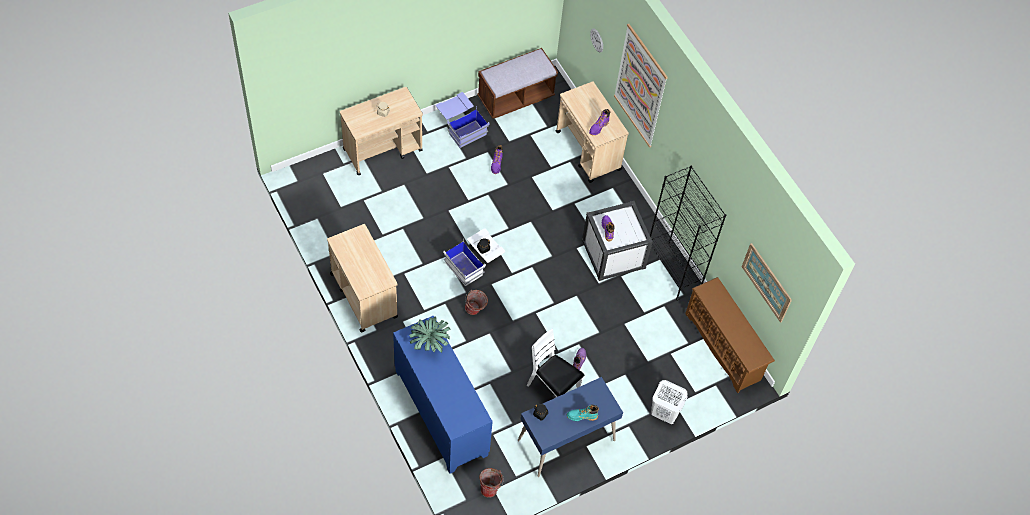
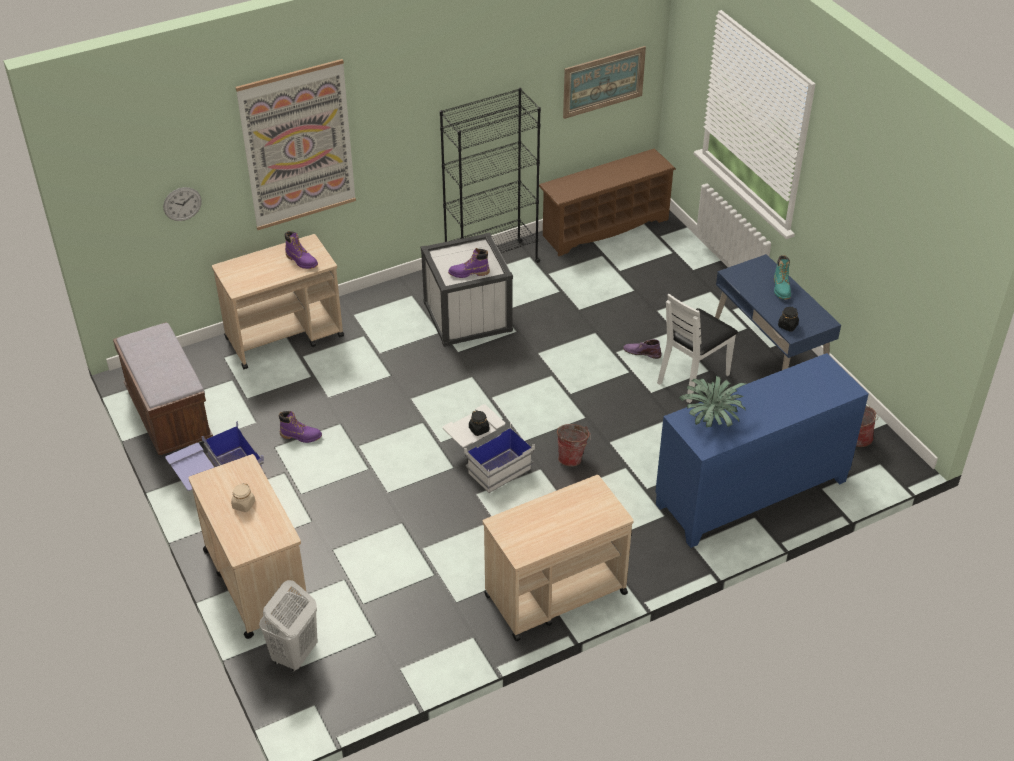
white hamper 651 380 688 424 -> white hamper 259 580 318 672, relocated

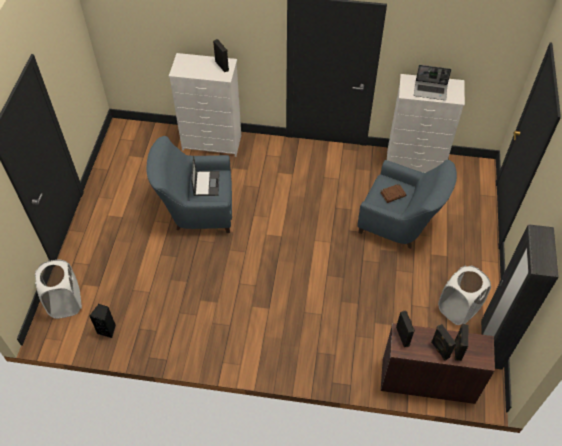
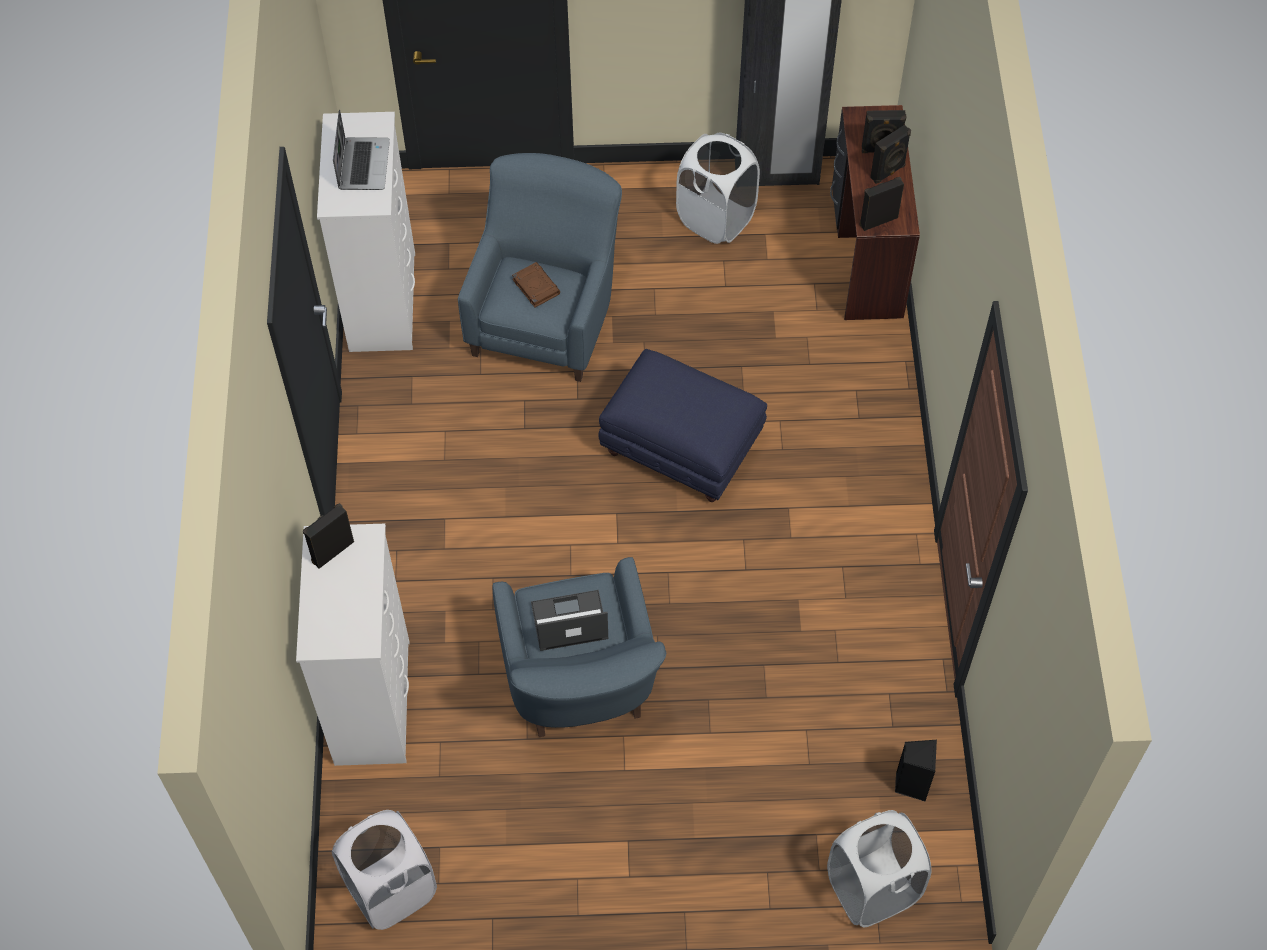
none -> white hamper 332 810 437 930
none -> blue-coloured footrest 599 349 767 502

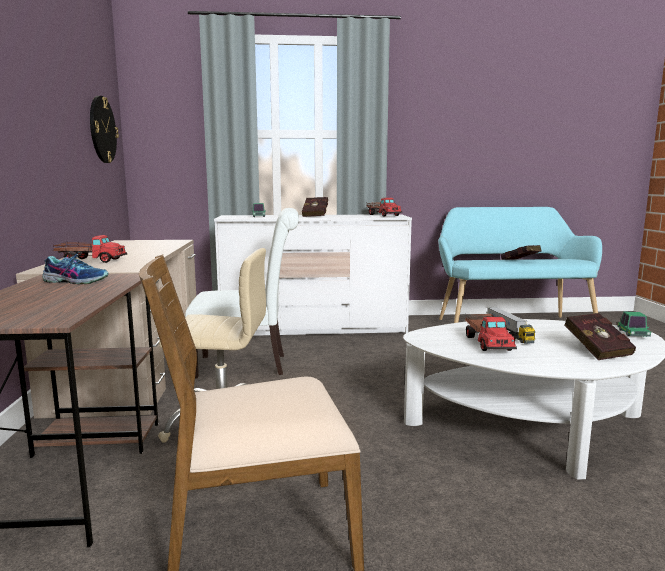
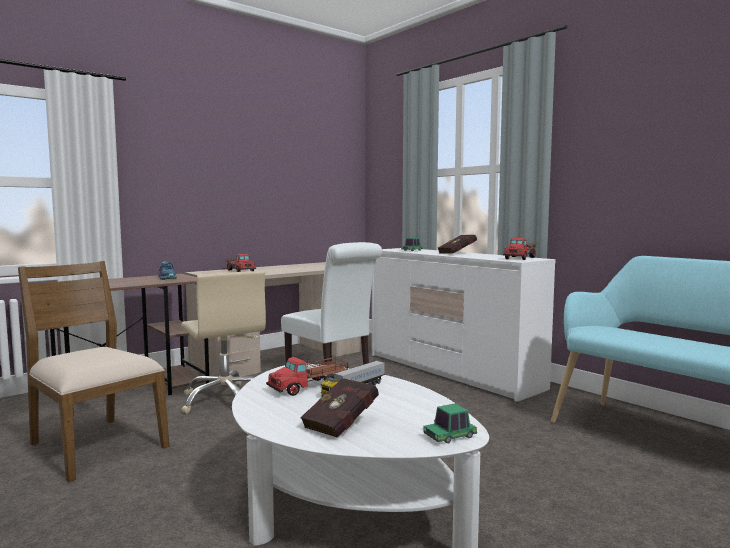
wall clock 90 96 119 163 -> none
red-coloured bound book 501 245 541 260 -> none

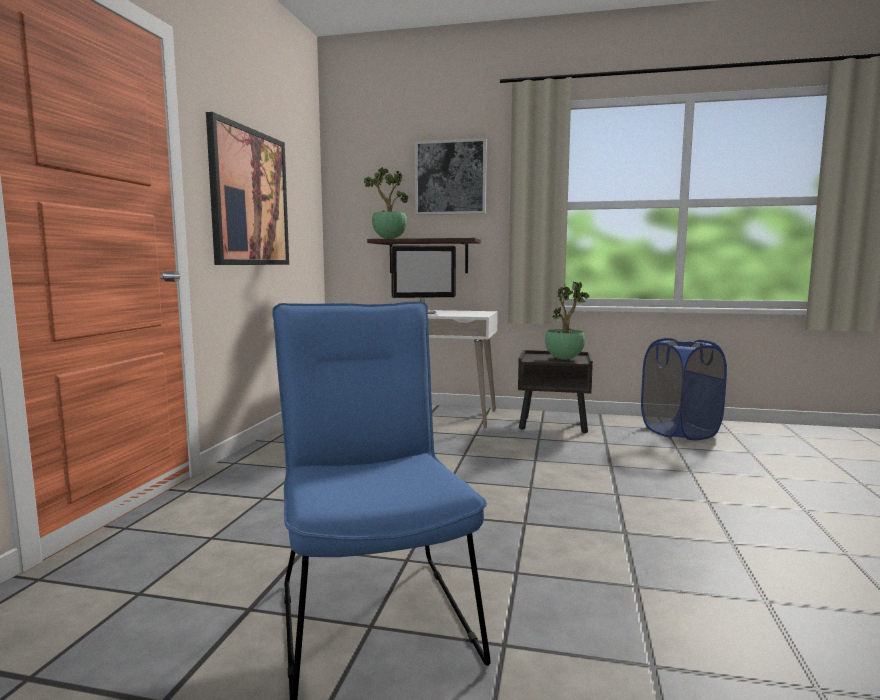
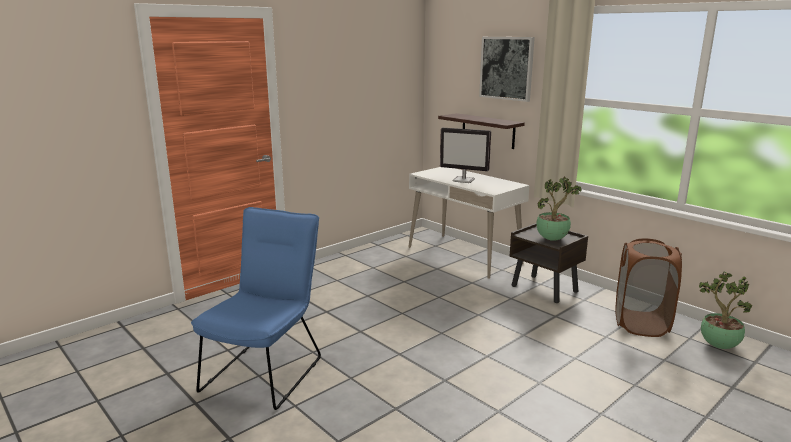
wall art 206 112 289 265 -> none
plant in a pot 364 167 409 239 -> plant in a pot 699 271 753 349, relocated
blue-coloured hamper 641 338 727 440 -> brown hamper 615 238 682 337

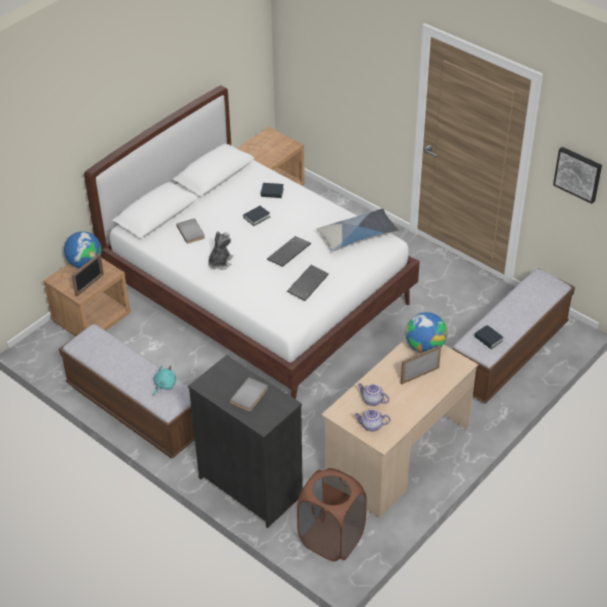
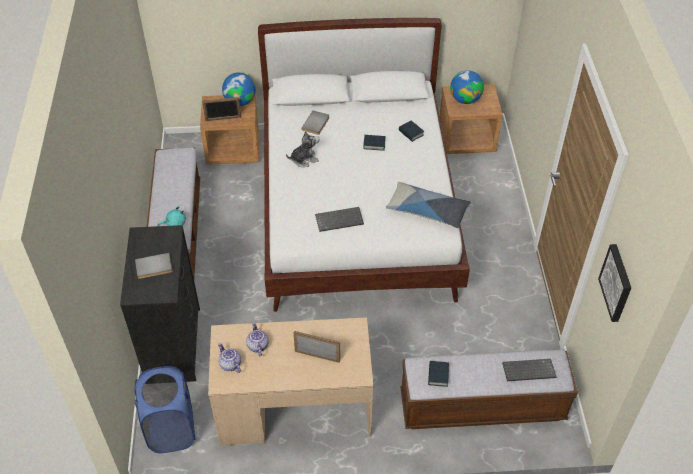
PC keyboard 267 236 311 267 -> PC keyboard 502 359 556 381, relocated
world globe 405 312 447 353 -> world globe 450 70 484 104, relocated
brown hamper 297 468 367 561 -> blue-coloured hamper 134 366 195 453

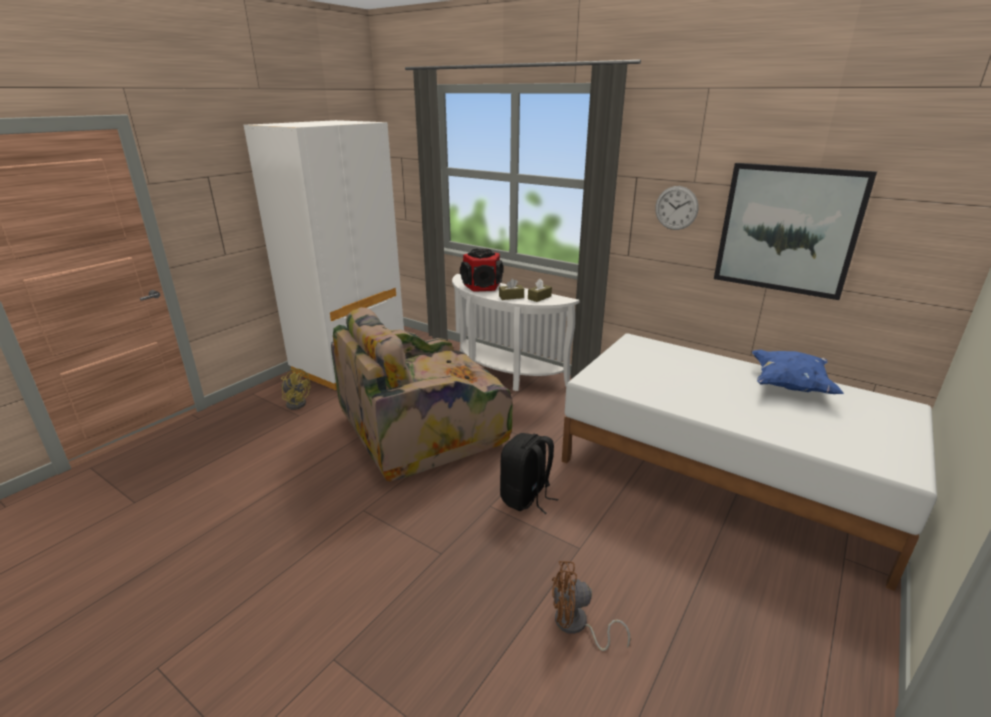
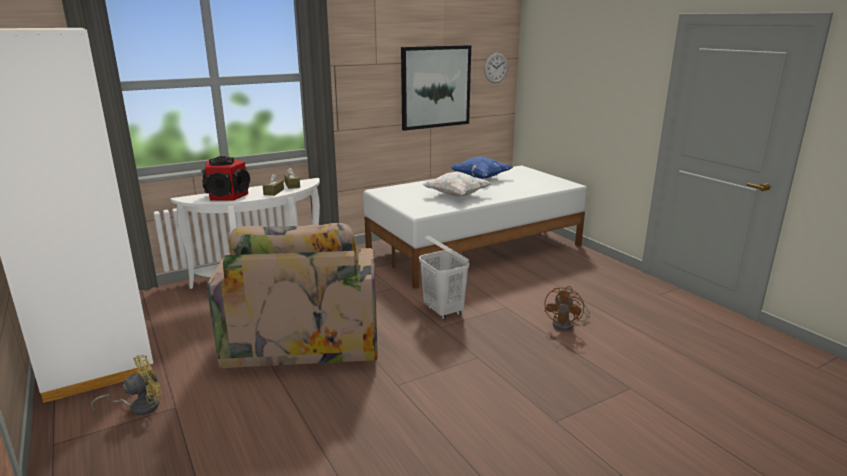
none -> white pillow 422 172 493 196
wall clock 655 186 699 230 -> wall clock 484 53 508 83, relocated
black-coloured rucksack 500 433 558 514 -> white hamper 419 235 469 320

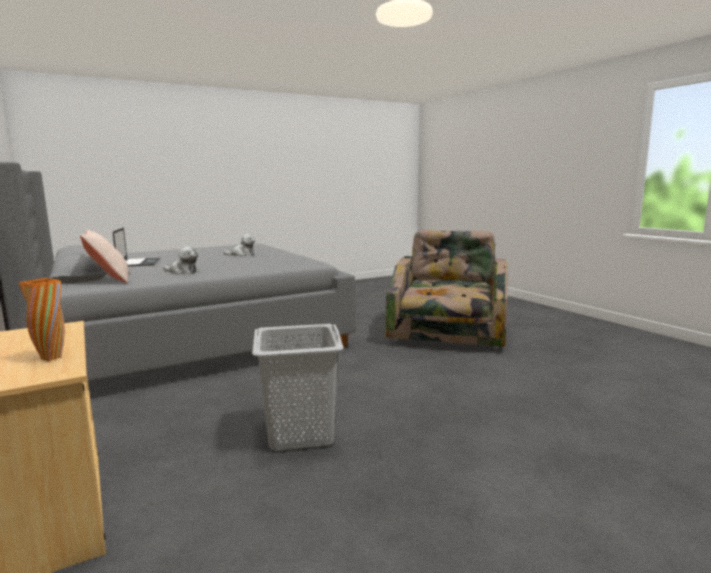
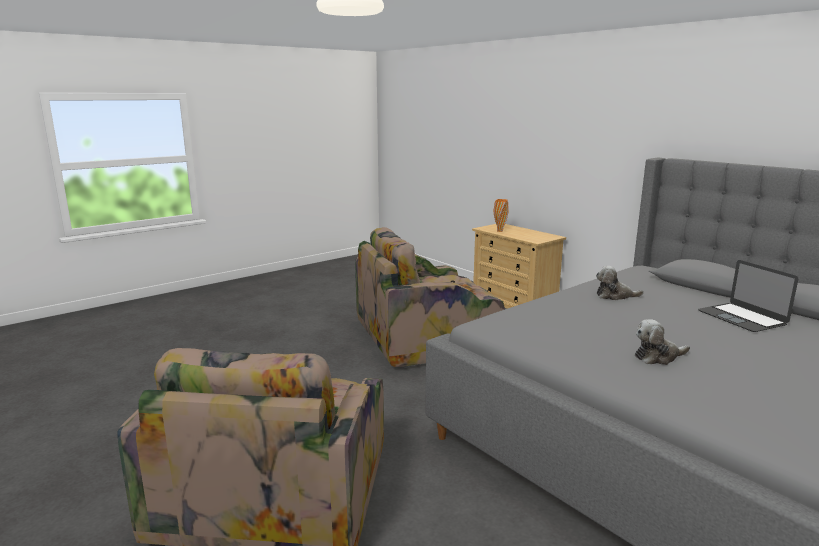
beige pillow 80 230 129 283 -> none
greyish hamper 252 324 344 451 -> lounge chair 355 227 505 368

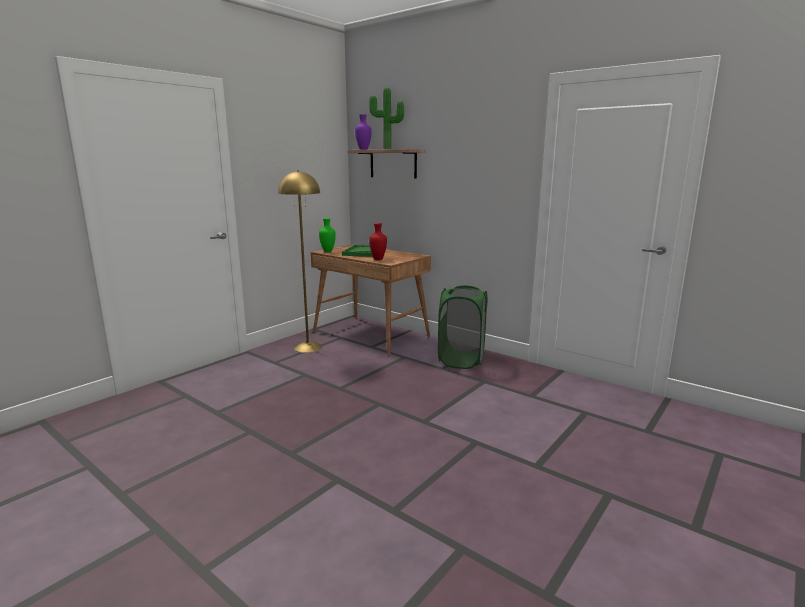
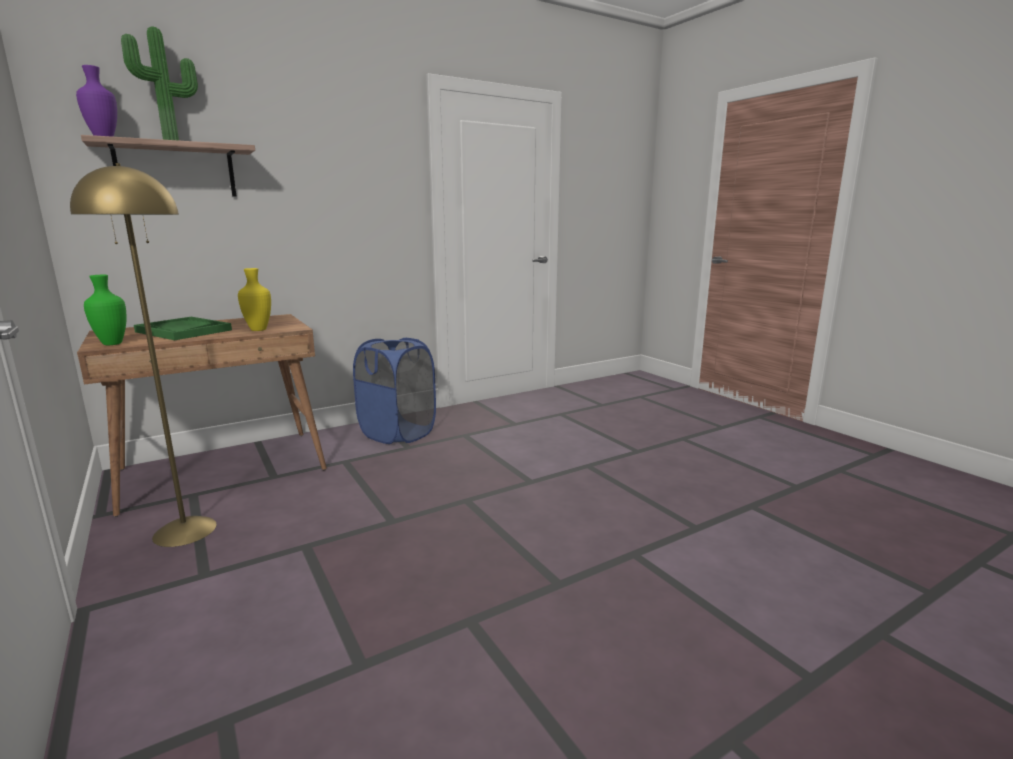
red-coloured decorative vase 369 223 387 260 -> yellow-coloured decorative vase 238 268 271 331
green-coloured hamper 438 286 488 369 -> blue-coloured hamper 353 338 436 444

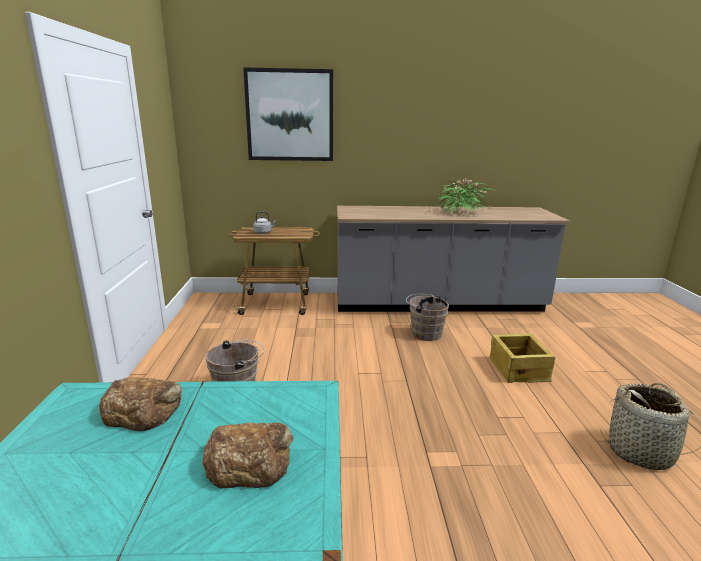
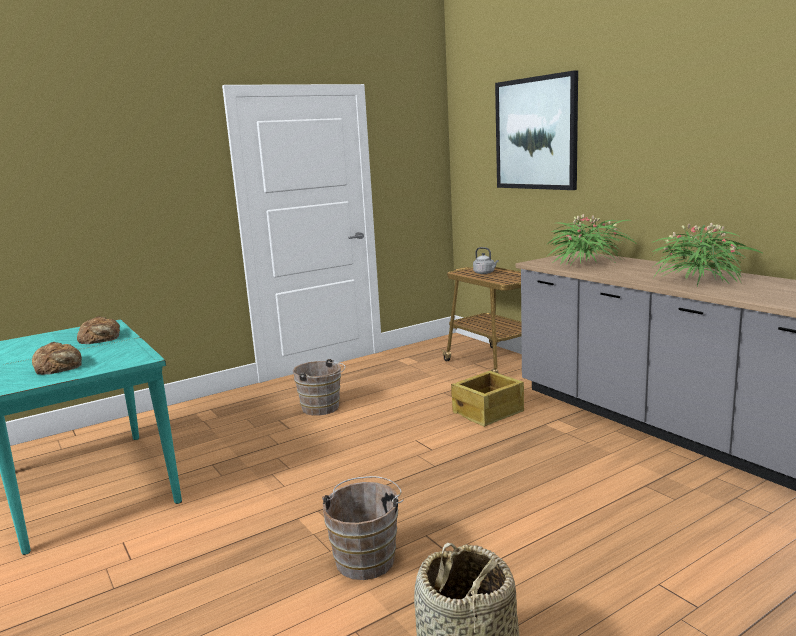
none -> plant in a pot 547 214 638 265
brown pail 406 294 449 341 -> brown pail 322 476 404 580, relocated
shipping crate 490 334 555 383 -> shipping crate 451 371 524 427, relocated

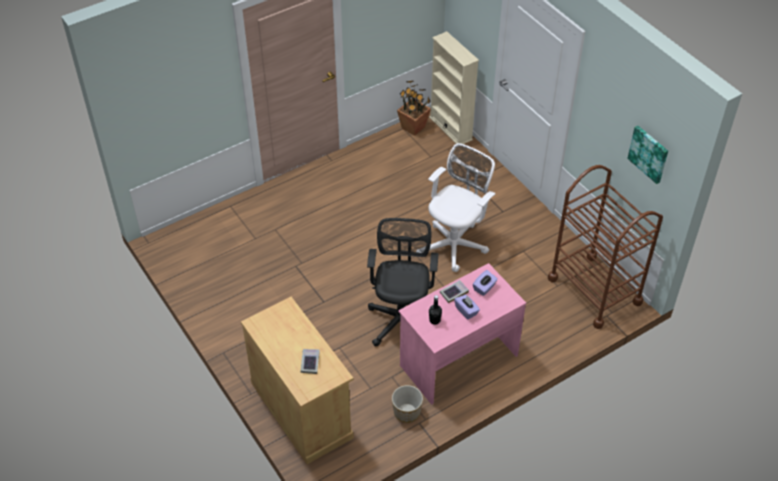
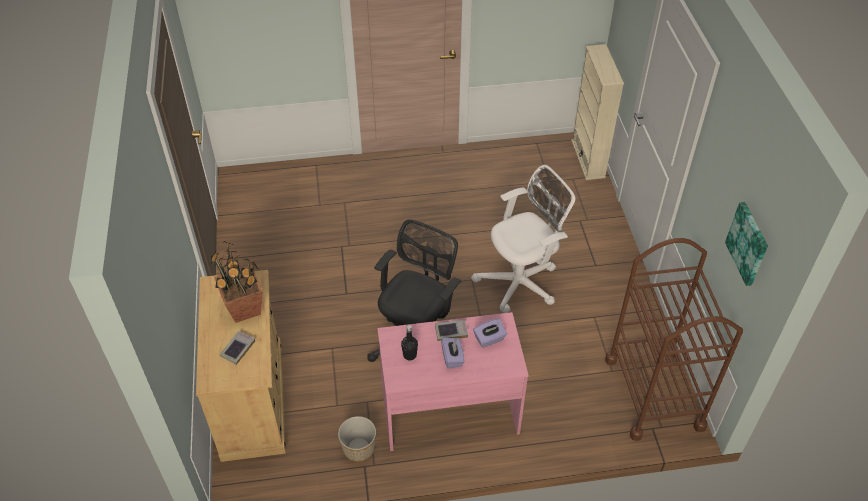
plant in a pot 397 81 431 136 -> plant in a pot 210 241 263 323, relocated

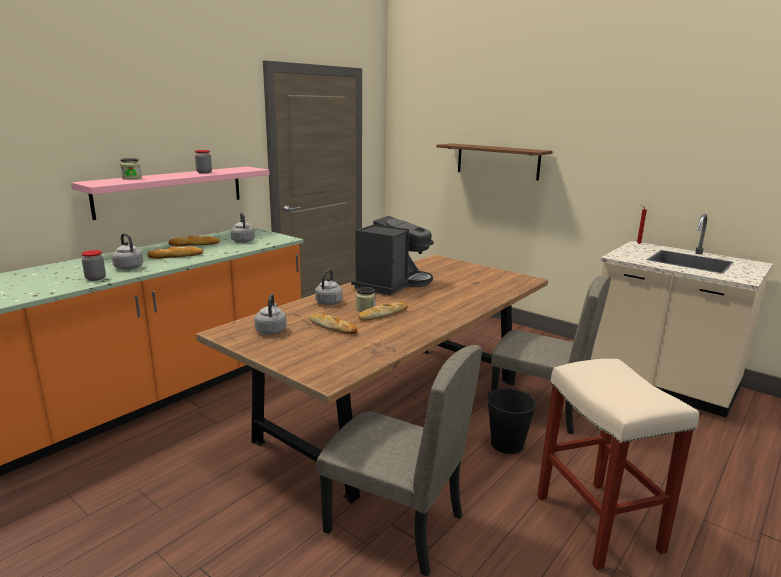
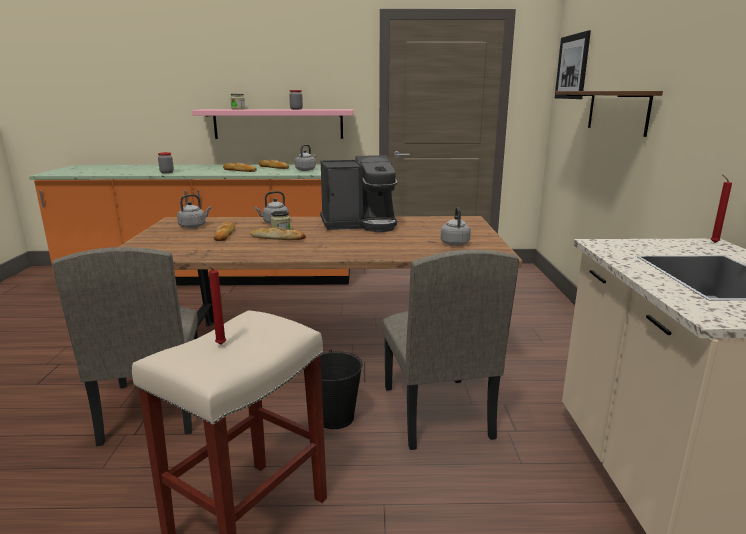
none -> red-coloured wax light 203 263 226 345
none -> wall art 555 30 591 99
greyish kettle 112 233 143 270 -> greyish kettle 441 207 471 246, relocated

